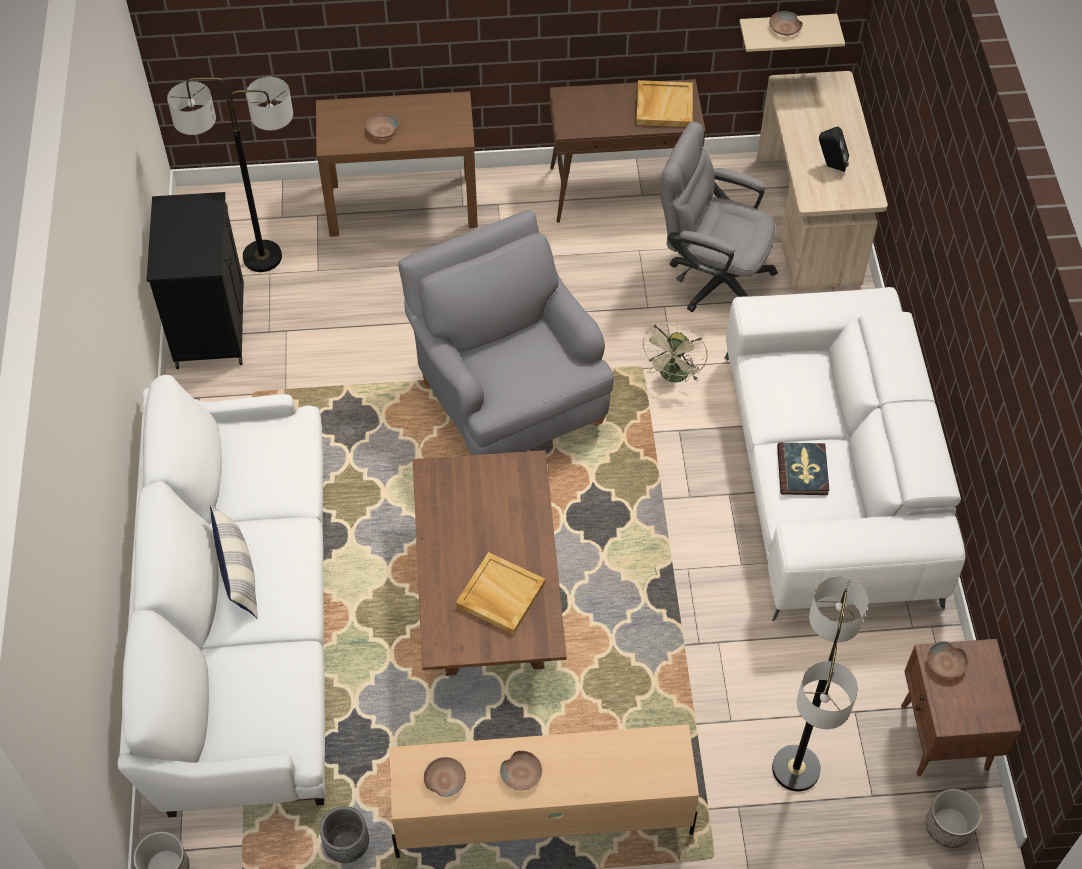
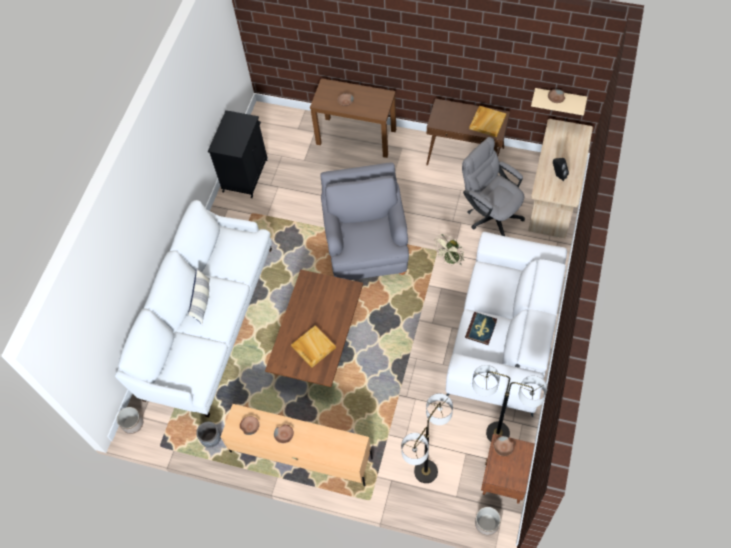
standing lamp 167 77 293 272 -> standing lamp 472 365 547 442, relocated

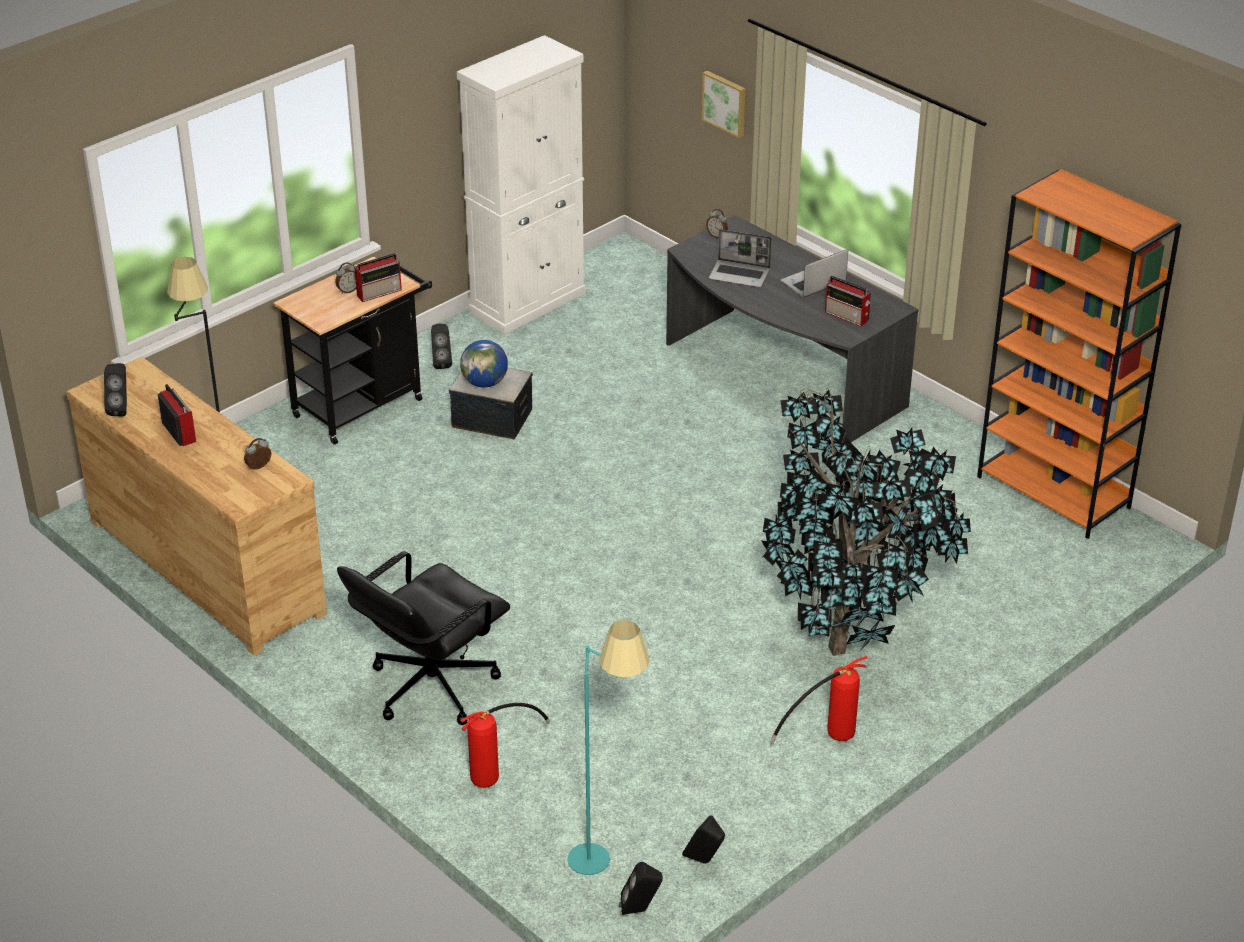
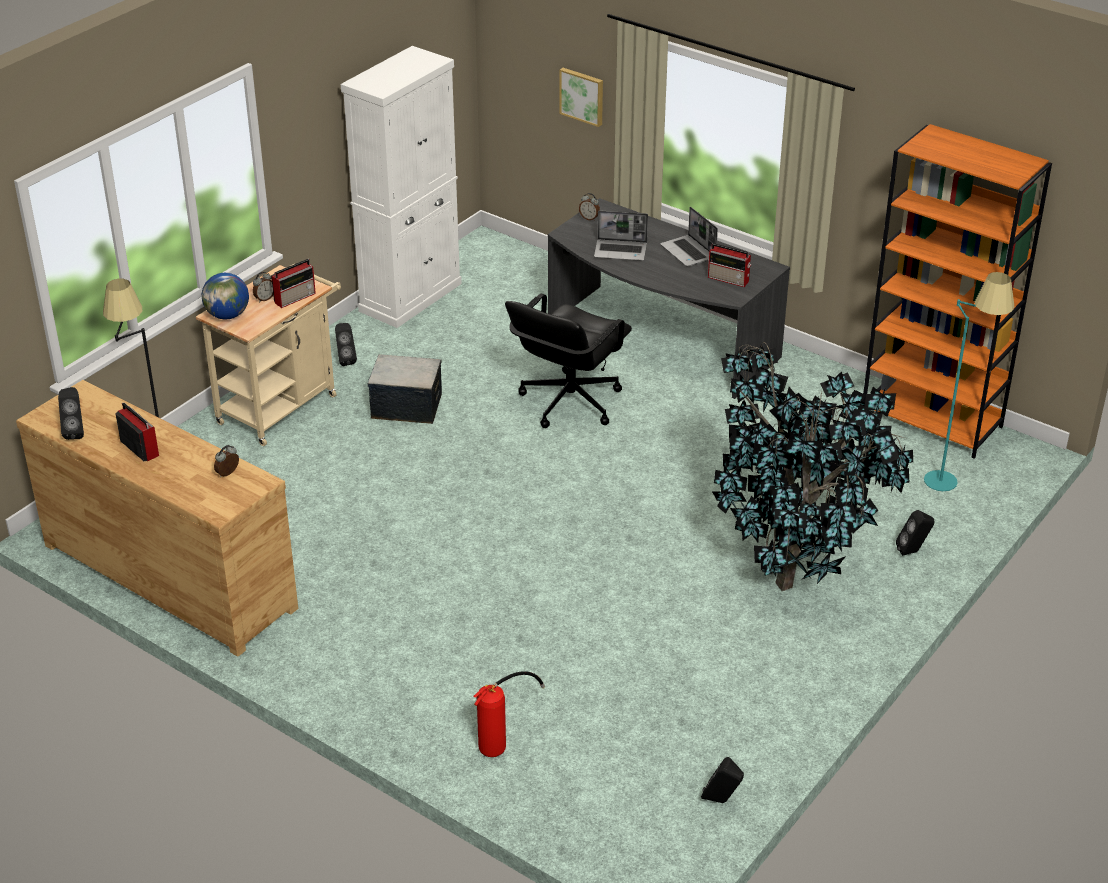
fire extinguisher 771 656 868 742 -> none
black-coloured desk chair 337 551 510 725 -> black-coloured desk chair 505 293 632 428, relocated
world globe 460 340 508 387 -> world globe 202 273 249 319, relocated
turquoise-coloured standing lamp 567 620 650 875 -> turquoise-coloured standing lamp 924 272 1015 491, relocated
black-coloured speaker 619 862 663 915 -> black-coloured speaker 896 510 935 556, relocated
black-coloured cart 274 257 432 445 -> beige cart 196 264 341 446
notebook computer 781 249 848 297 -> notebook computer 660 207 718 267, 75 degrees counterclockwise

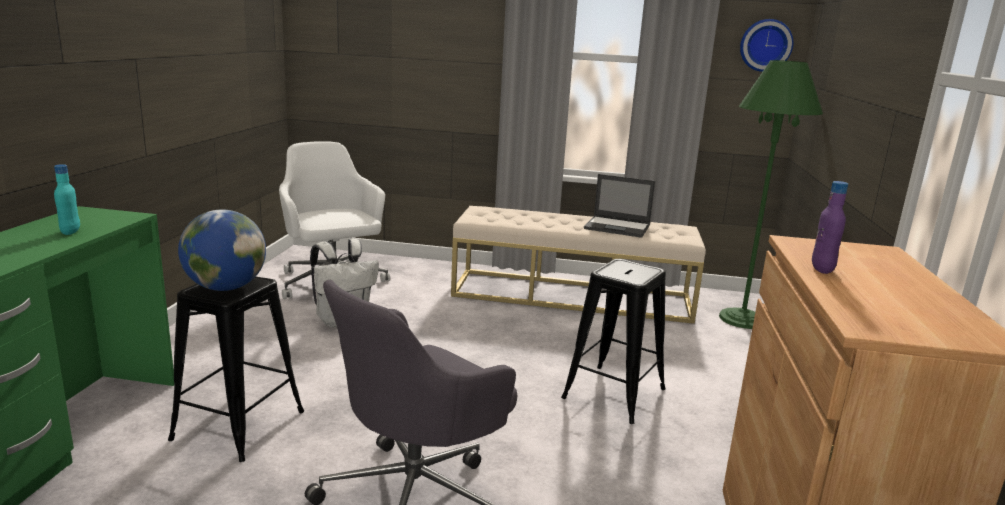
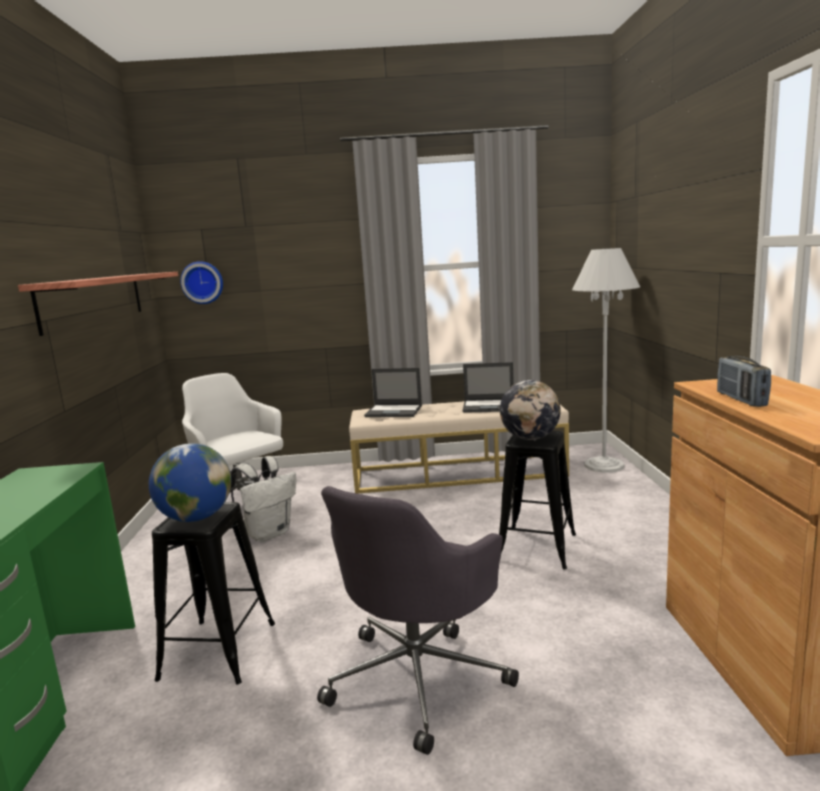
turquoise-coloured drink bottle 54 164 80 235 -> none
none -> wall shelf 18 272 178 336
none -> notebook computer 364 368 422 417
none -> world globe 500 380 561 440
wall clock 740 19 793 72 -> wall clock 180 261 223 304, relocated
purple drink bottle 812 181 848 274 -> radio 717 356 771 407
green-coloured standing lamp 719 60 823 329 -> white standing lamp 572 248 640 472

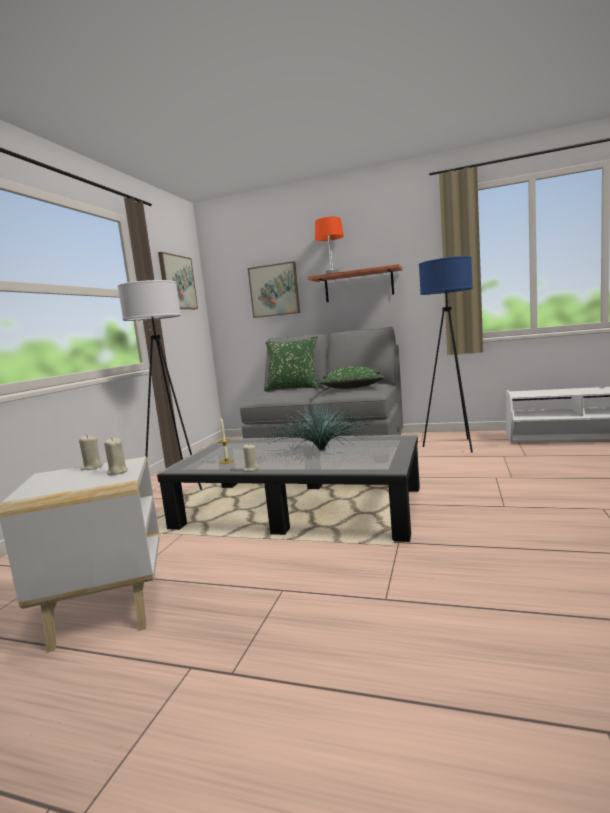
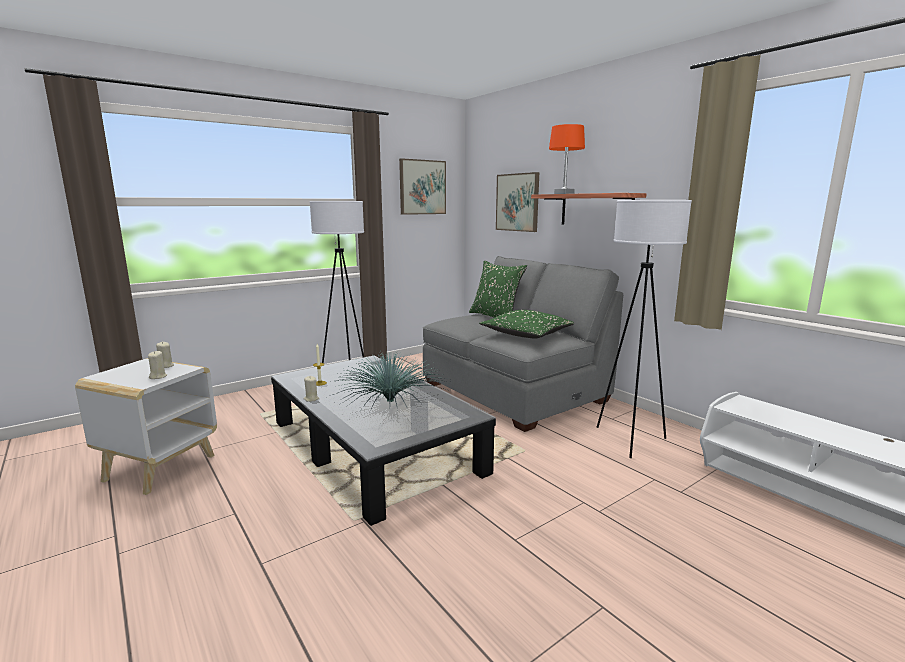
blue-coloured standing lamp 419 256 473 453 -> white standing lamp 597 200 692 458

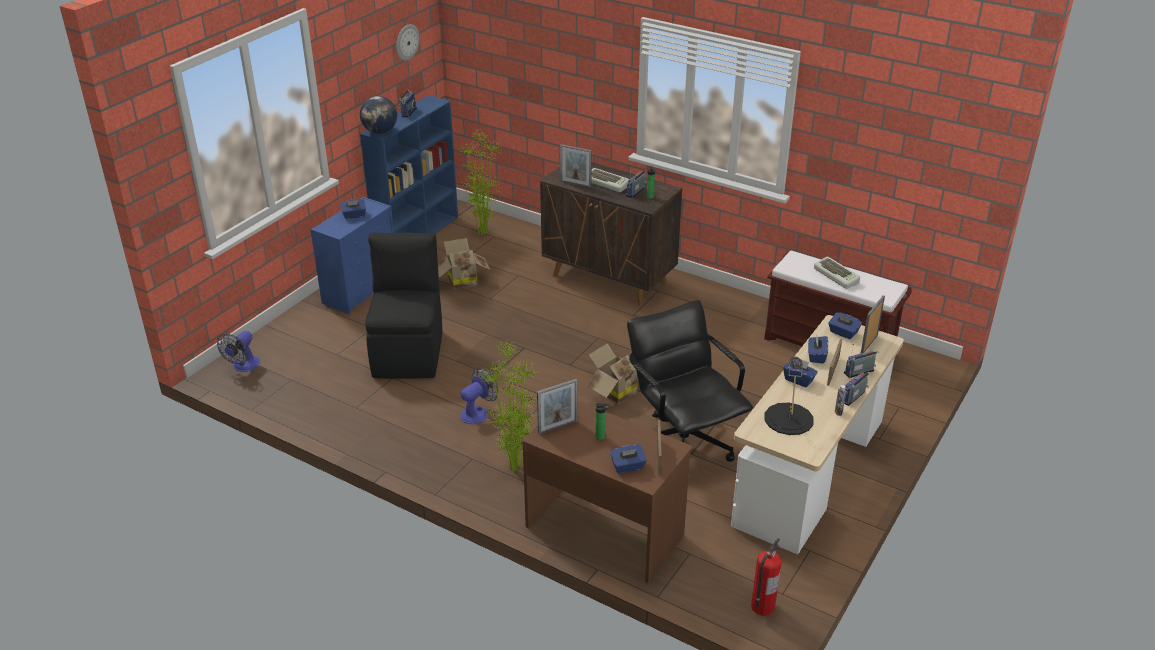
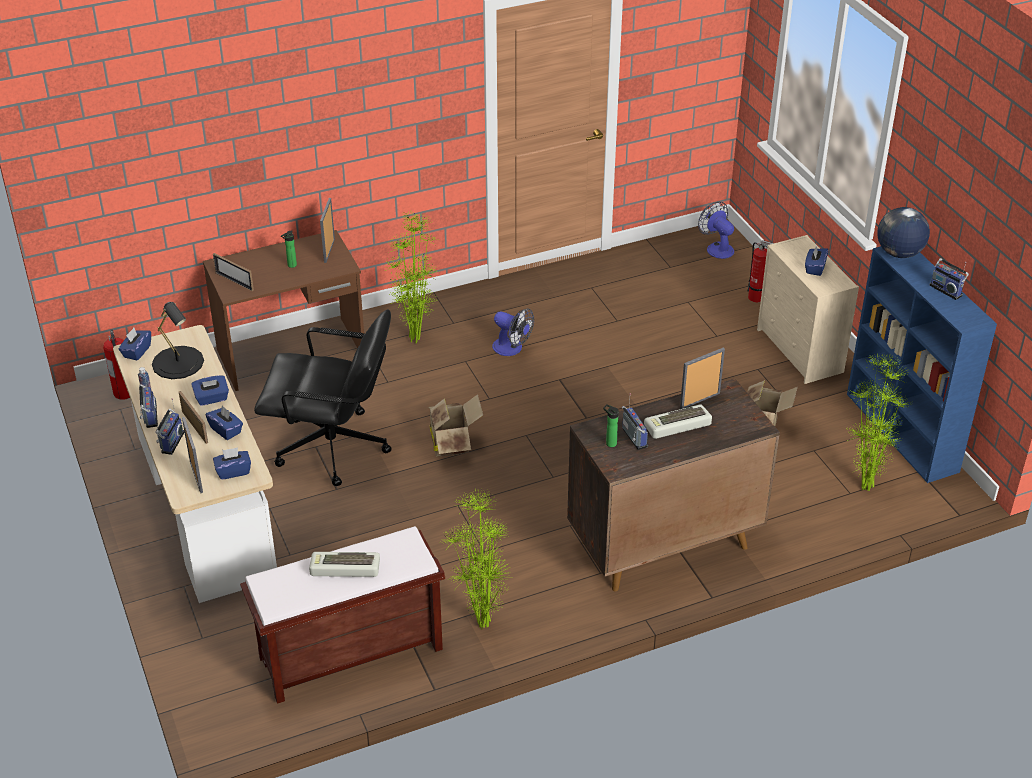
black-coloured upright chair 365 233 442 378 -> none
wall clock 396 24 420 61 -> none
none -> plant in a pot 441 489 510 629
none -> fire extinguisher 748 240 774 302
blue-coloured tissue holder 610 445 647 474 -> blue-coloured tissue holder 119 328 151 361, relocated
blue-coloured drawer chest 310 197 394 314 -> beige drawer chest 757 235 859 384
electric fan 460 367 498 424 -> electric fan 492 308 534 356, 45 degrees counterclockwise

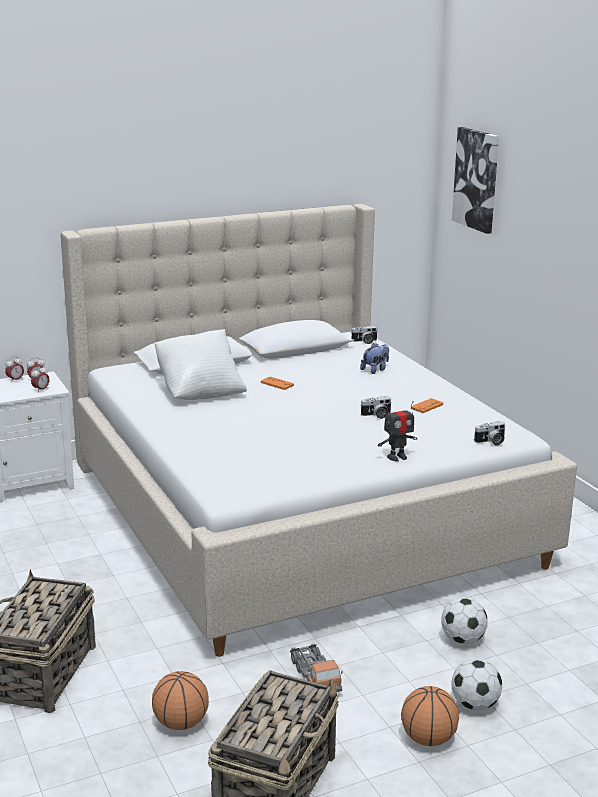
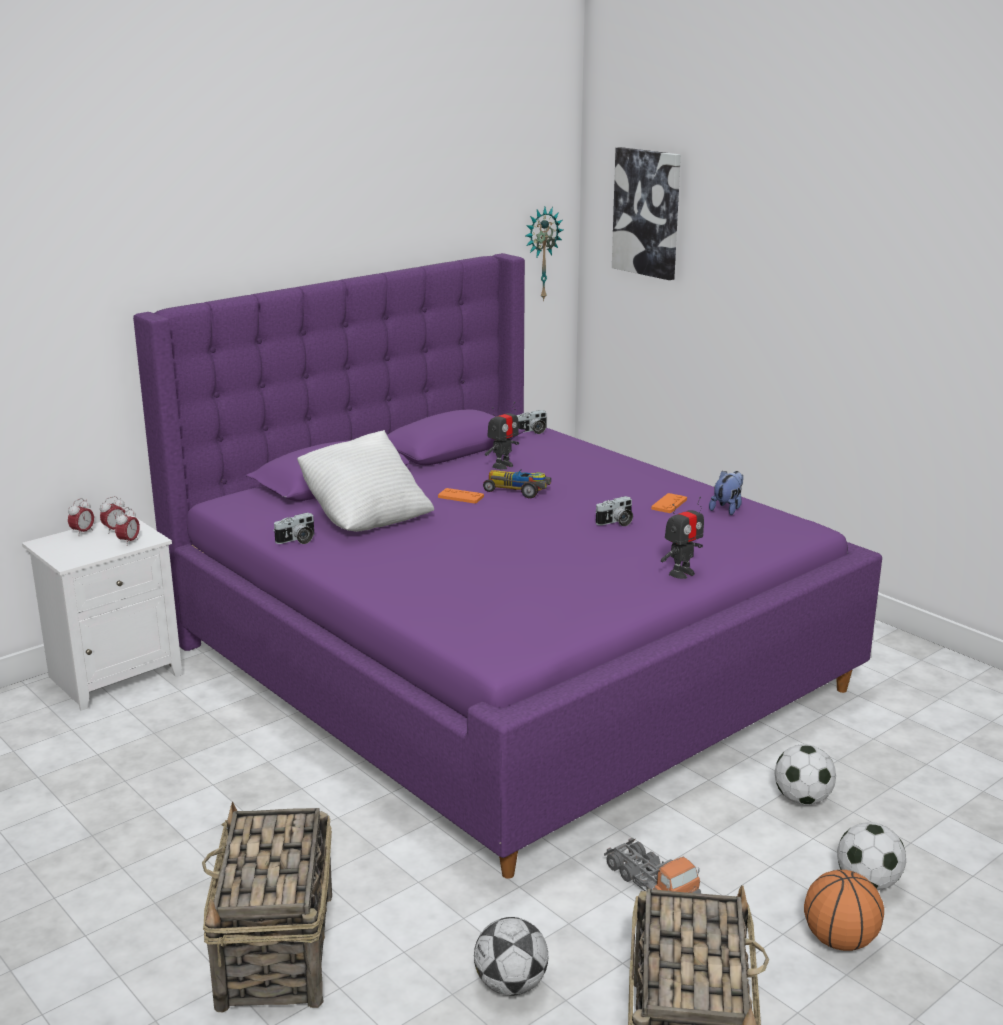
none -> miniature car 483 469 551 499
none -> model robot 485 402 519 470
none -> wall clock 525 207 563 301
cuddly toy 360 343 389 374 -> cuddly toy 709 470 743 515, relocated
photo camera 474 421 505 445 -> photo camera 273 512 314 544, relocated
ball for basketball 152 671 209 730 -> football 474 917 548 996
beige bed 60 204 577 657 -> purple bed 133 253 882 879

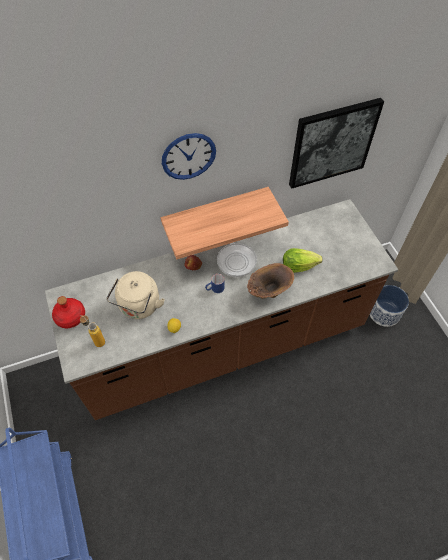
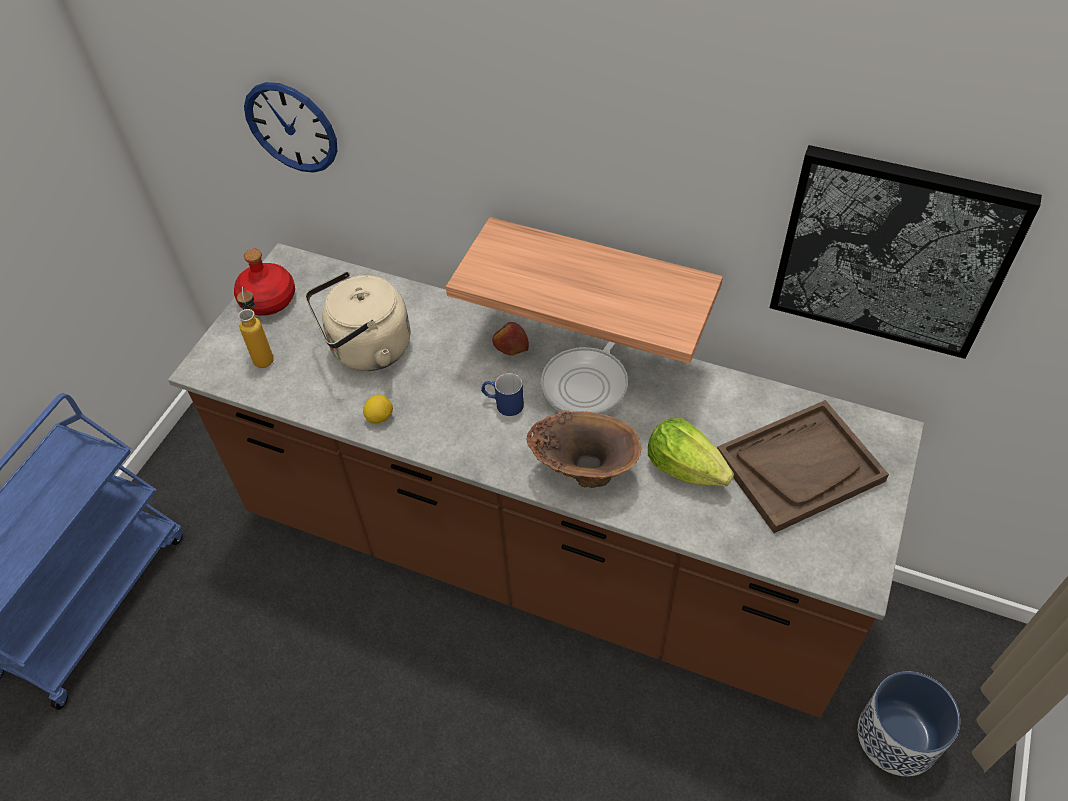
none -> brown serving tray 717 400 889 533
wall clock 162 133 216 180 -> wall clock 244 82 337 173, relocated

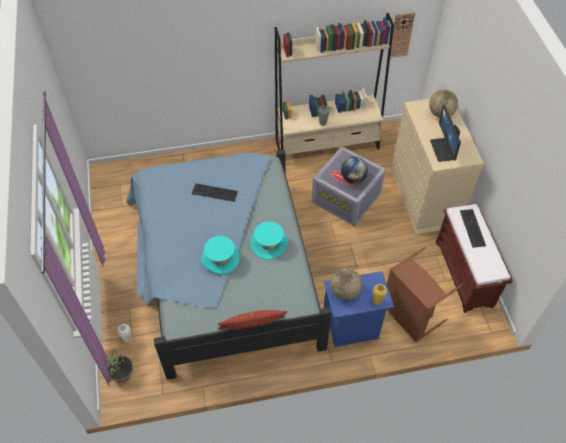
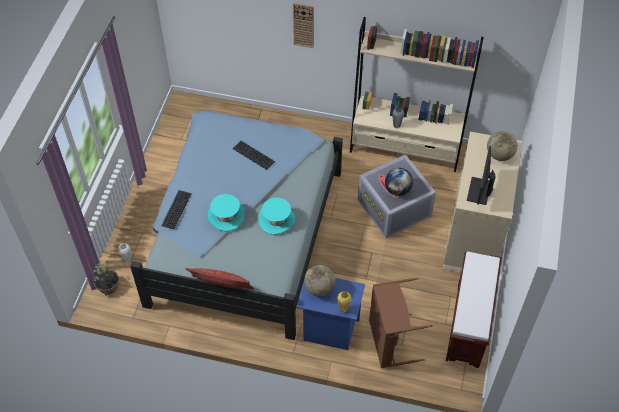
wall clock 390 12 415 58 -> wall clock 293 3 314 48, relocated
PC keyboard 460 209 486 248 -> PC keyboard 161 190 192 229, relocated

